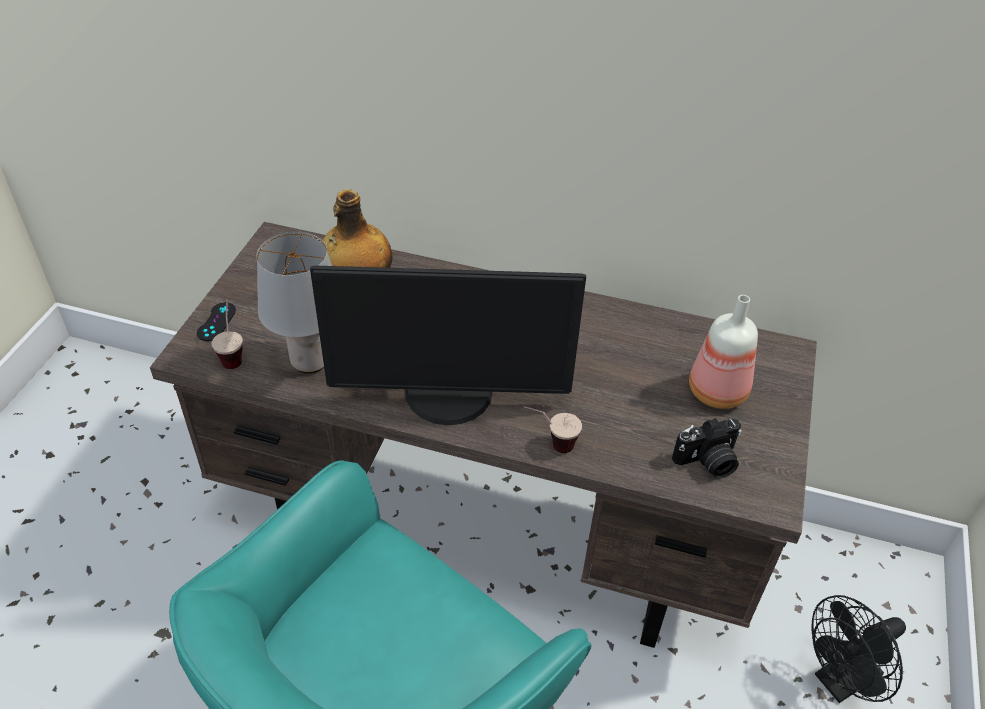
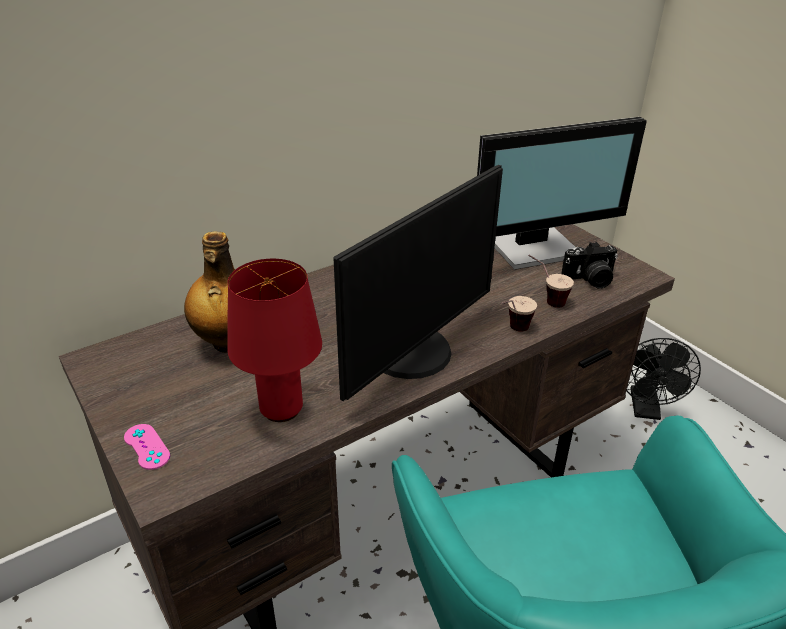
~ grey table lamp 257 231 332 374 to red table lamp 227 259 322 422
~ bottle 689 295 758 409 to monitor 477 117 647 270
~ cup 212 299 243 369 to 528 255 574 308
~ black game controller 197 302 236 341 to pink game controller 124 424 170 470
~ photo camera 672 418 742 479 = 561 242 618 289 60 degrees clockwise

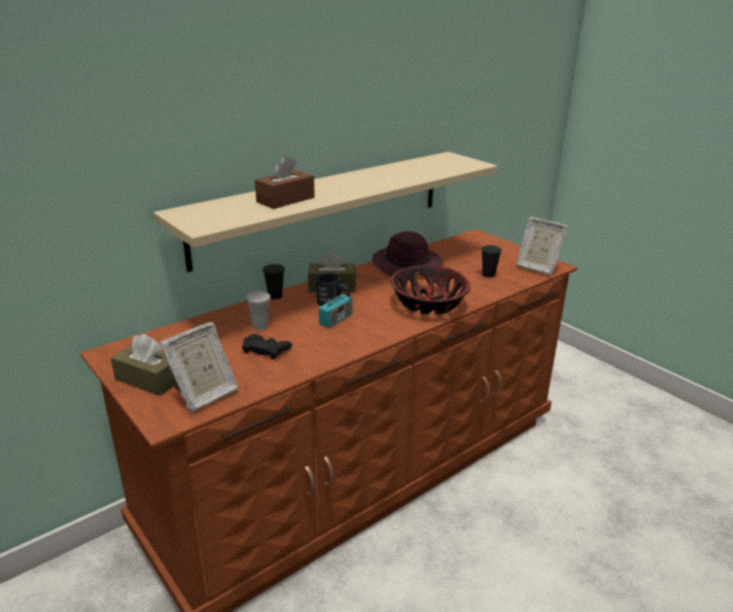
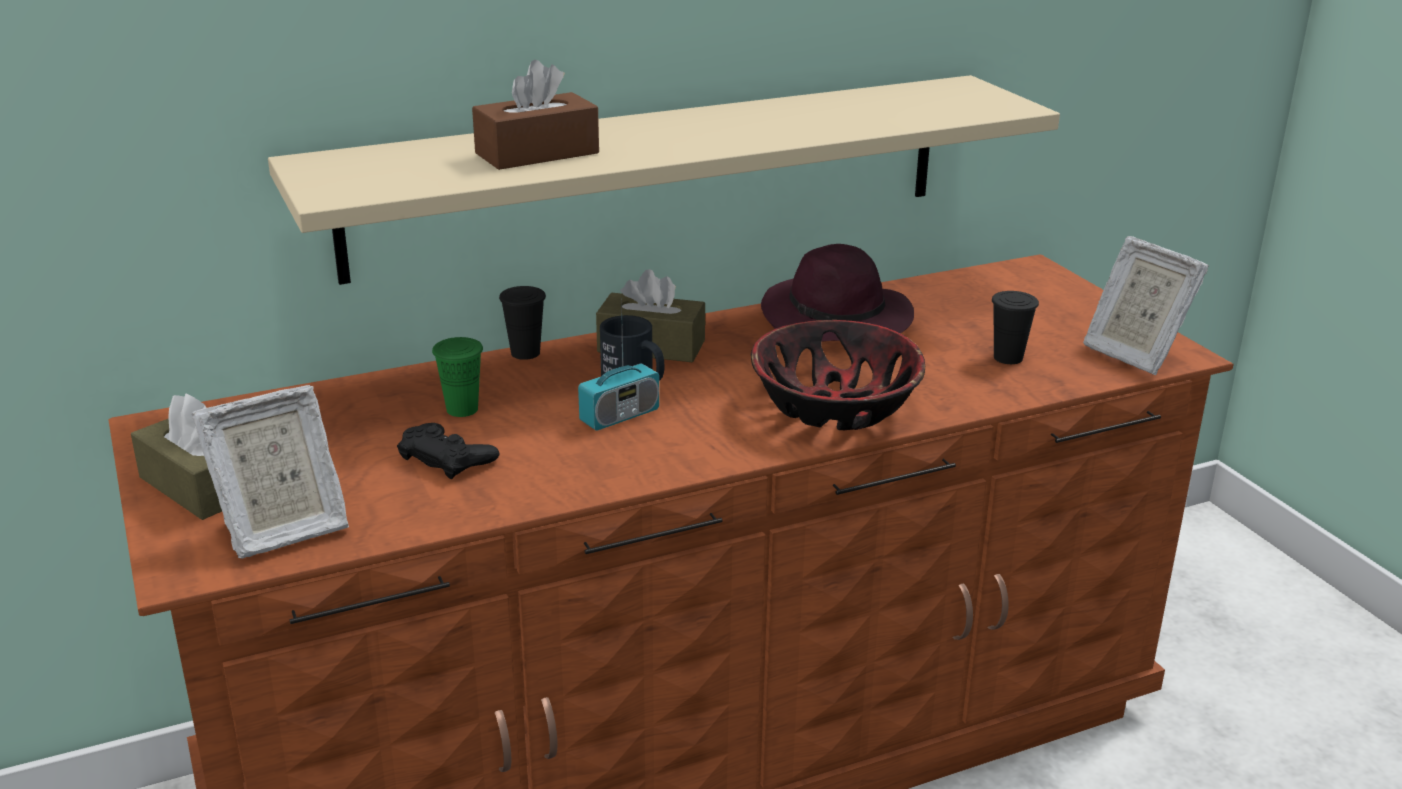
~ white cup 246 291 270 330 to green cup 432 337 483 417

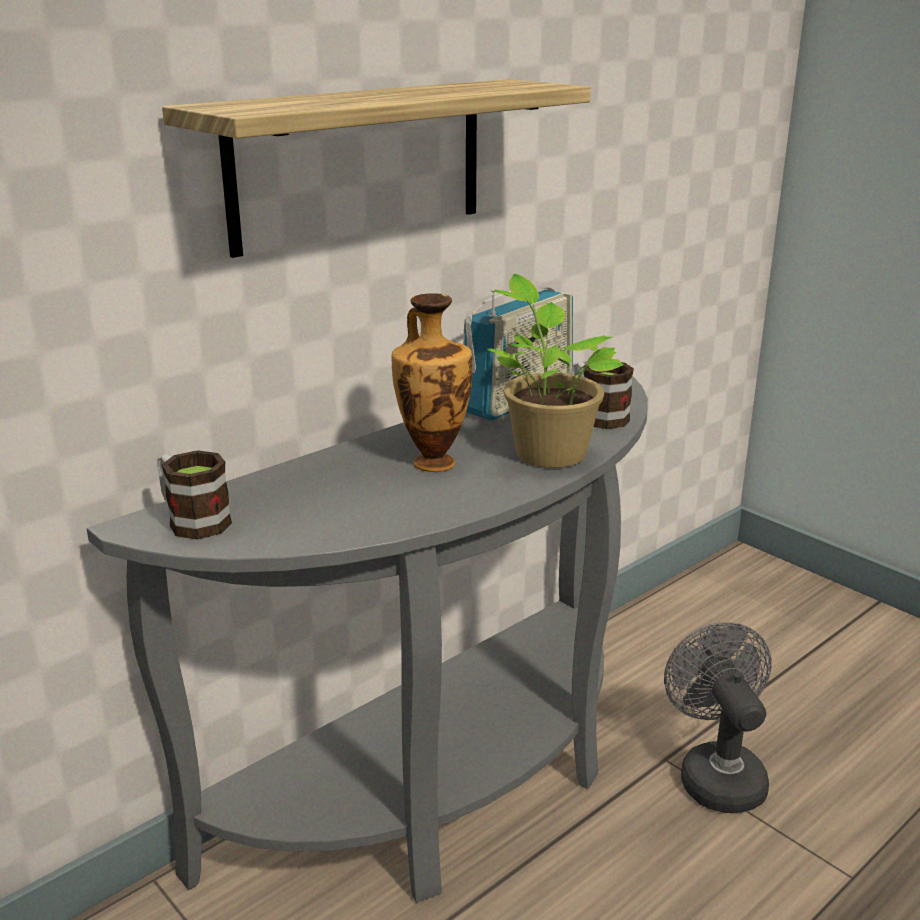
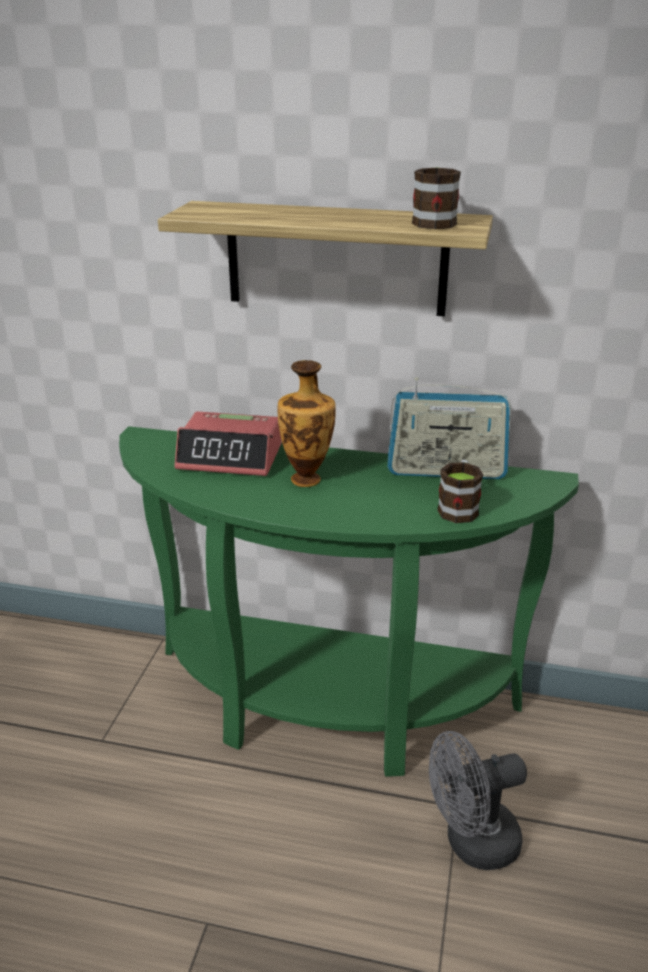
- potted plant 487 274 624 468
~ grey console table 87 361 648 903 to green console table 119 426 579 777
~ mug 157 450 232 540 to 412 168 461 229
~ grey fan 664 622 772 813 = 429 731 527 870 150 degrees counterclockwise
+ alarm clock 175 411 282 476

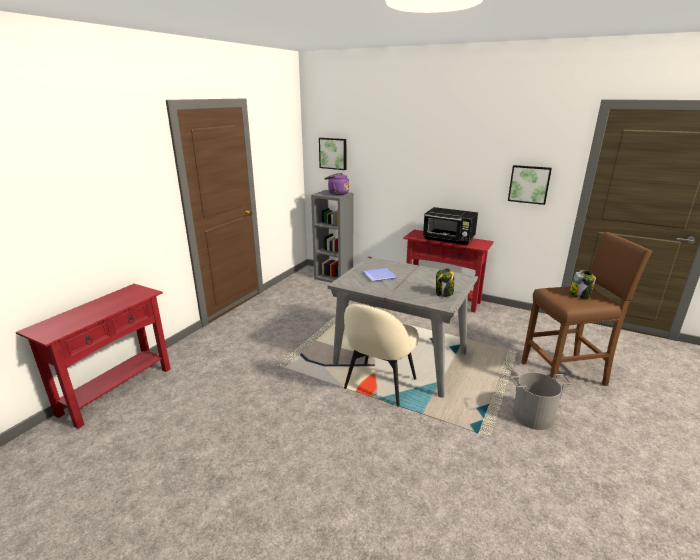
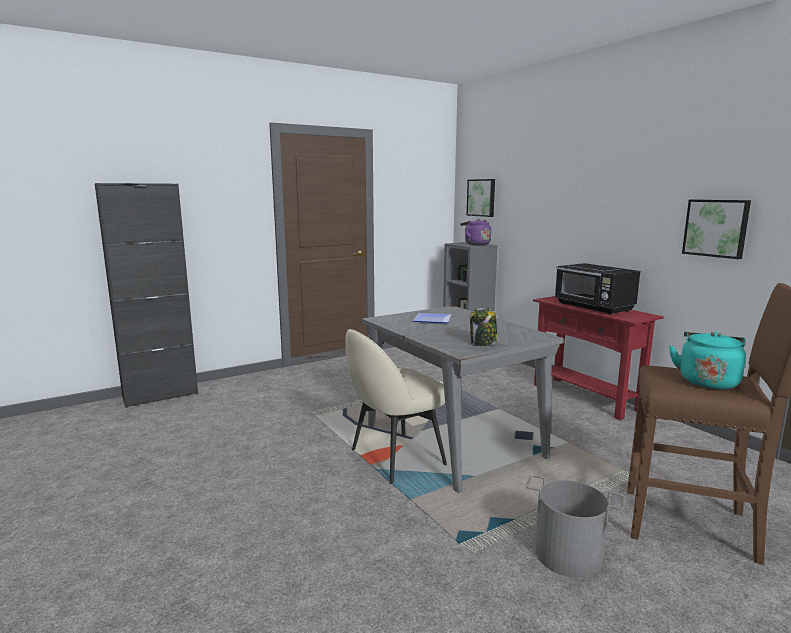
~ jar 569 270 596 299 to turquoise kettle 669 332 746 389
~ red console table 16 284 171 429 to black cabinet 95 183 198 408

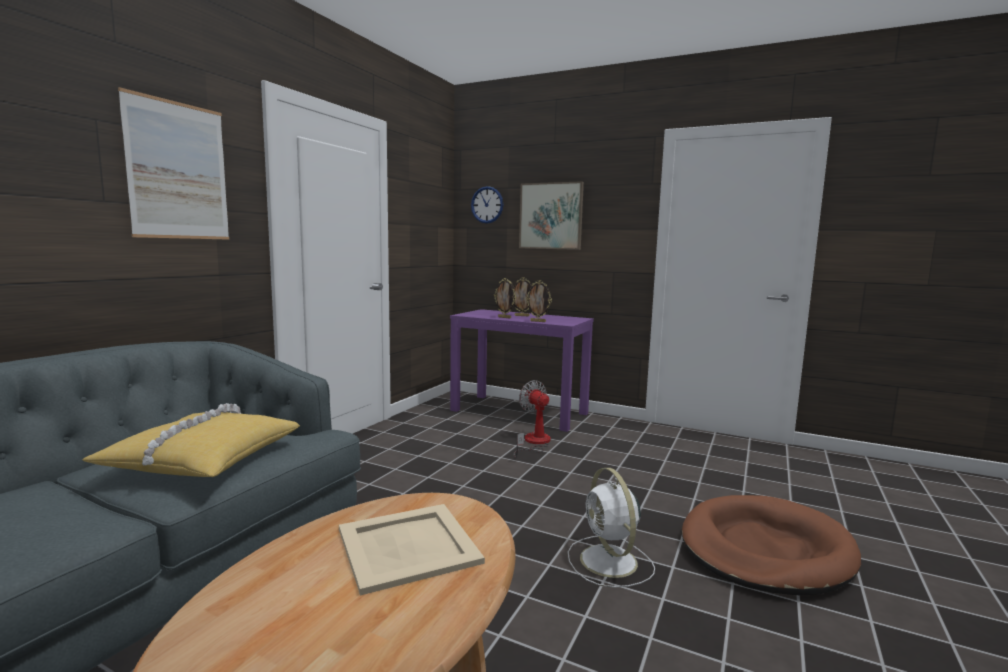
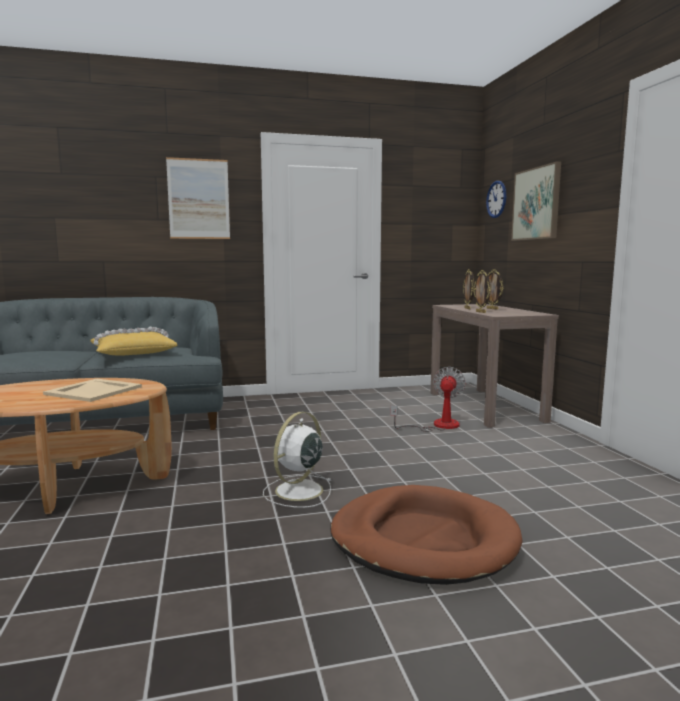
~ purple console table 450 309 594 432 to brown console table 431 304 559 428

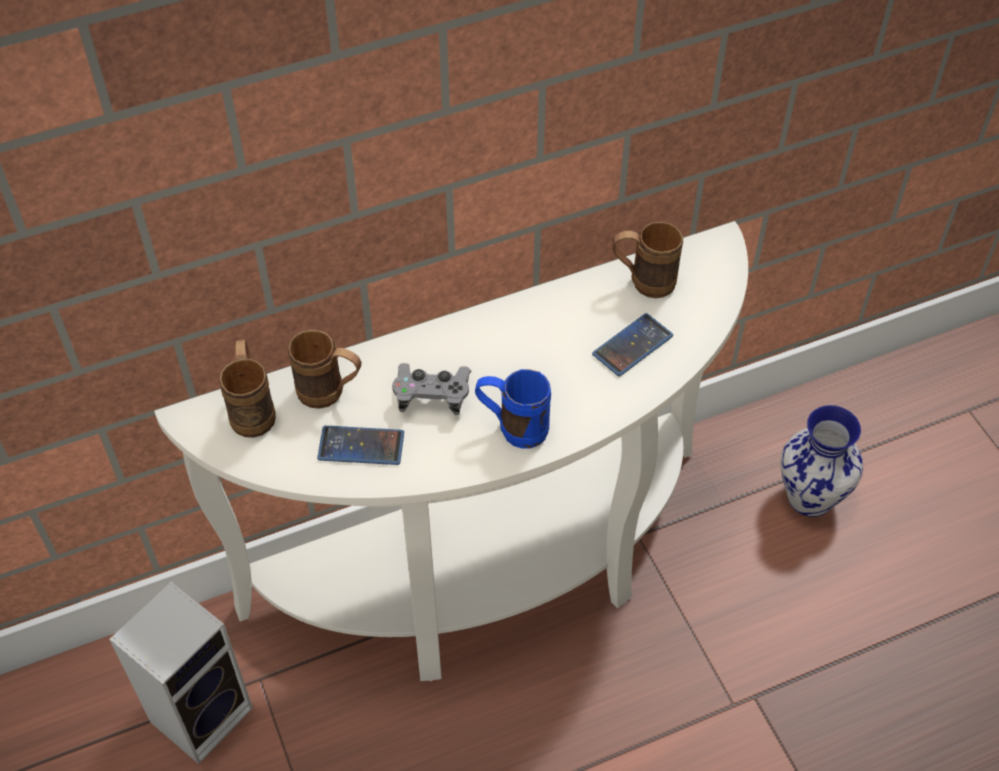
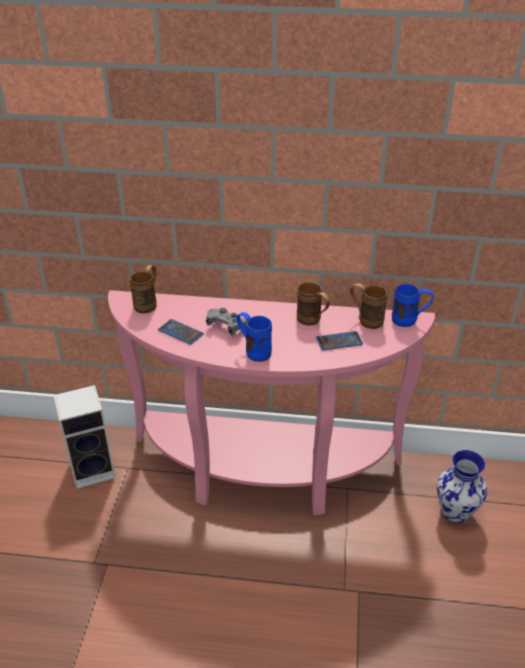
~ white console table 154 221 748 681 to pink console table 108 290 435 515
~ brown mug 288 330 361 409 to 297 282 330 326
+ blue mug 392 284 434 327

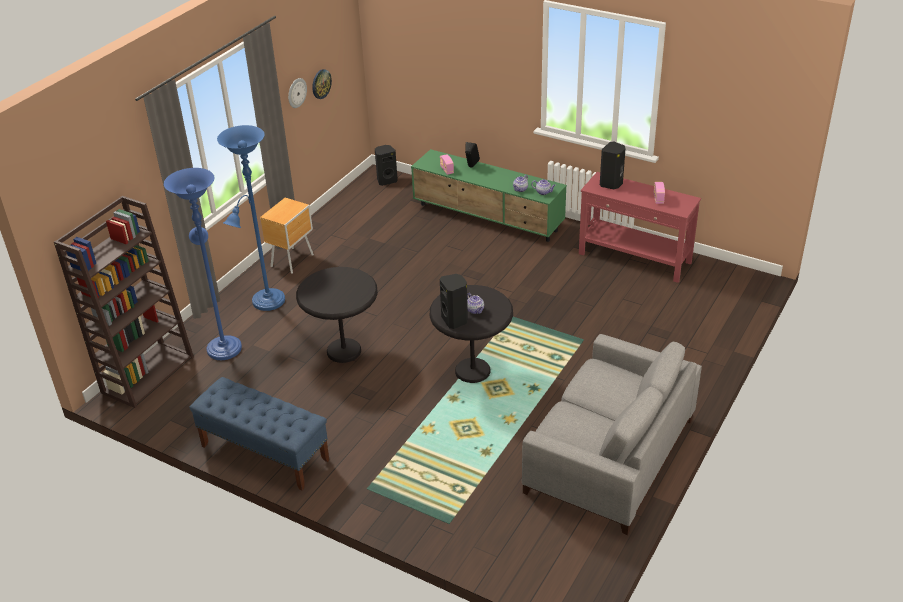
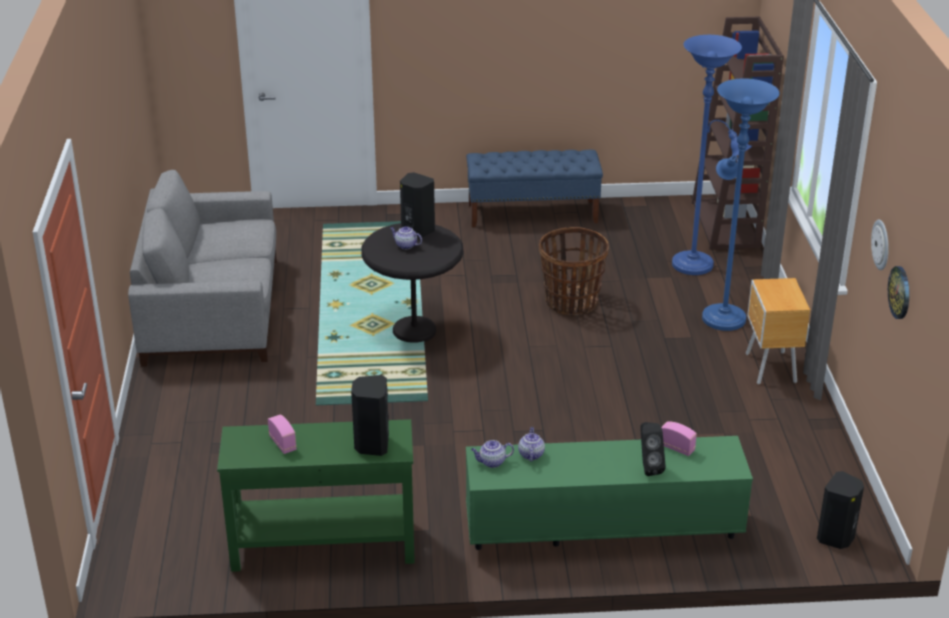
~ red console table 579 172 701 283 to green console table 217 419 415 572
~ black side table 296 267 378 363 to basket 539 227 609 315

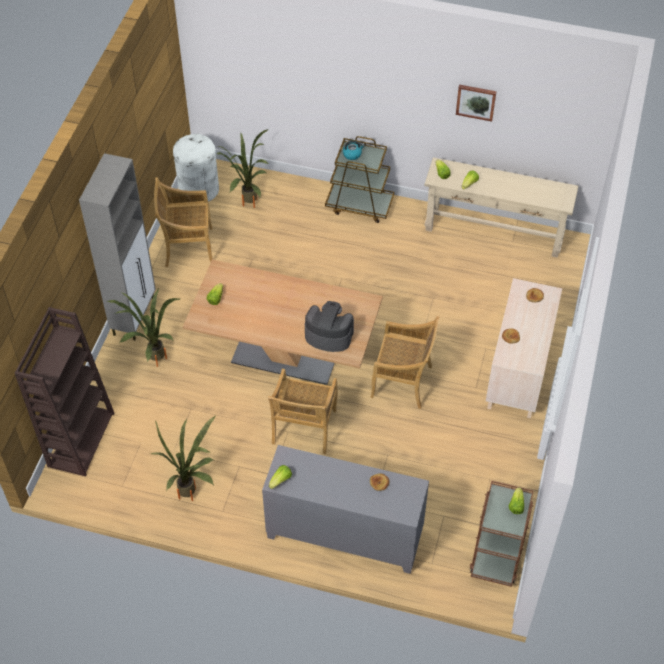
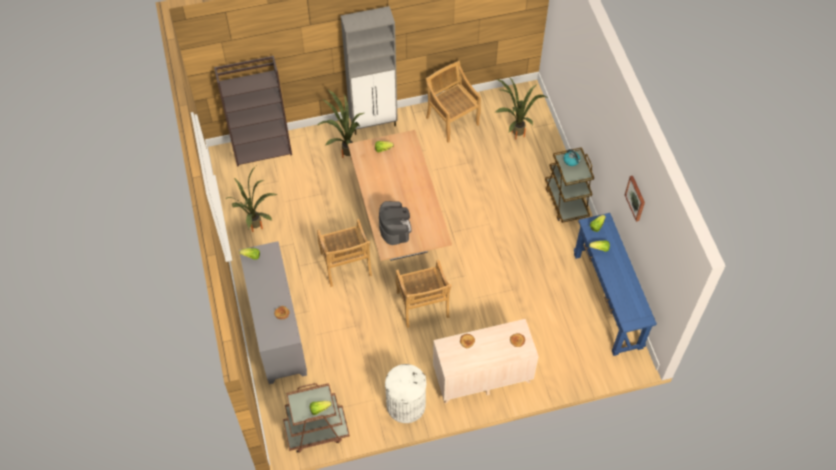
~ white trash can 173 133 219 202 to 385 364 426 423
~ beige console table 424 157 579 258 to blue console table 574 213 657 356
~ beige chair 268 369 338 454 = 317 219 372 287 90 degrees counterclockwise

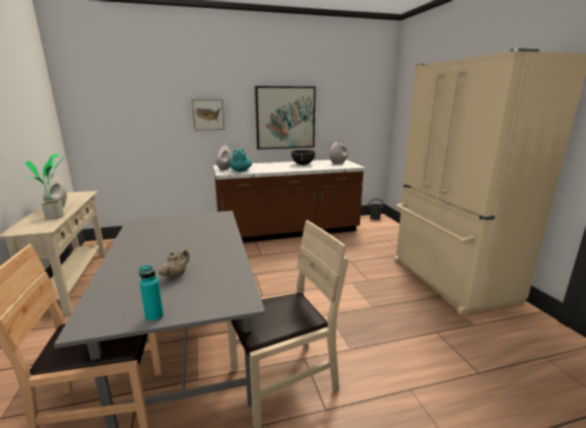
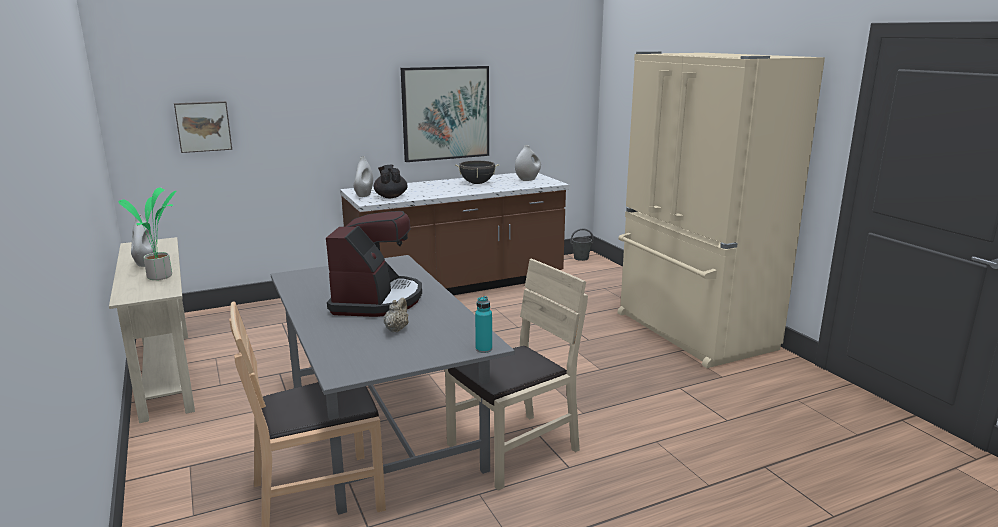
~ picture 192 100 224 130 to 174 101 232 153
~ turquoise teapot 229 149 252 172 to black teapot 374 165 408 198
~ turquoise bottle 139 265 164 322 to 475 296 492 353
+ coffee machine 326 211 422 317

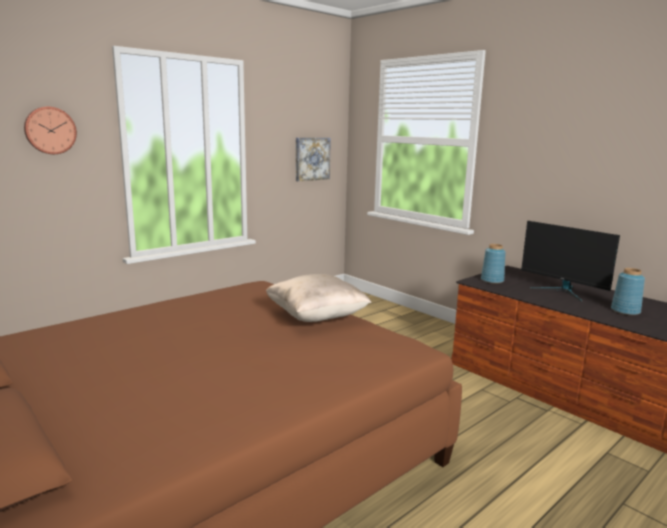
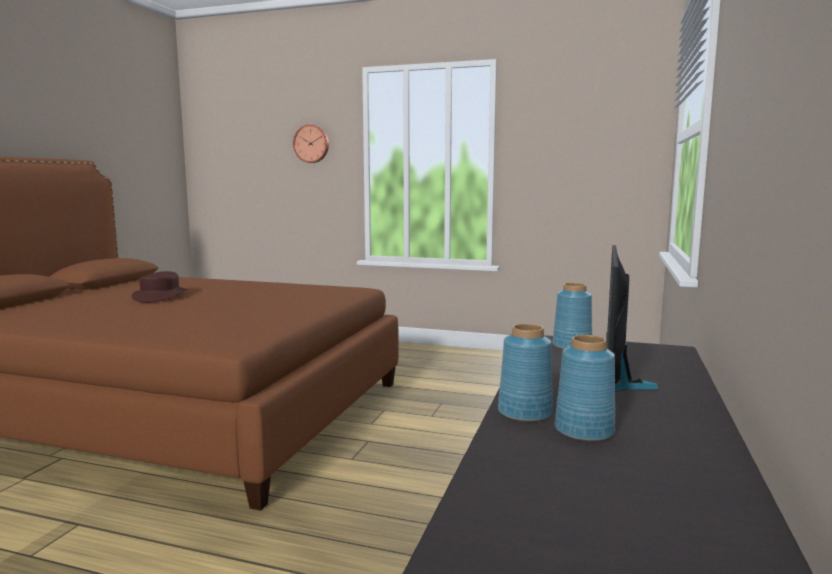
- picture 296 138 331 181
- beige pillow 266 274 372 322
+ brown hat 132 271 188 303
+ blue vase 498 324 553 422

